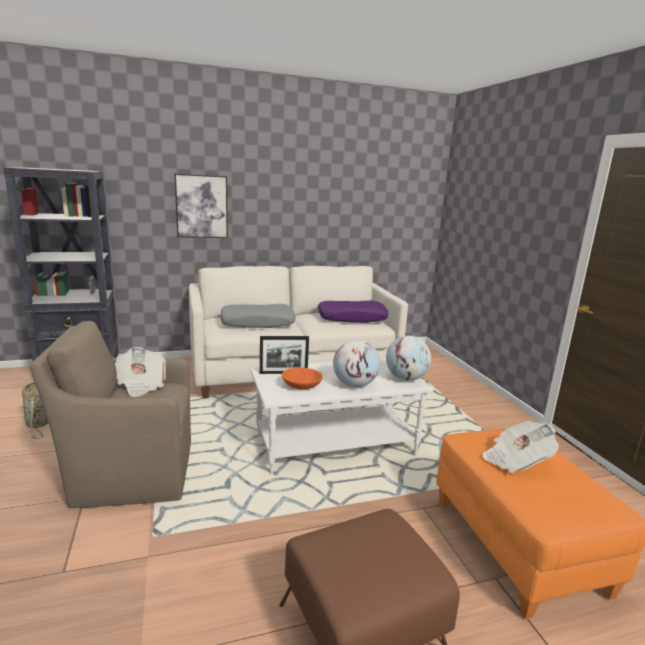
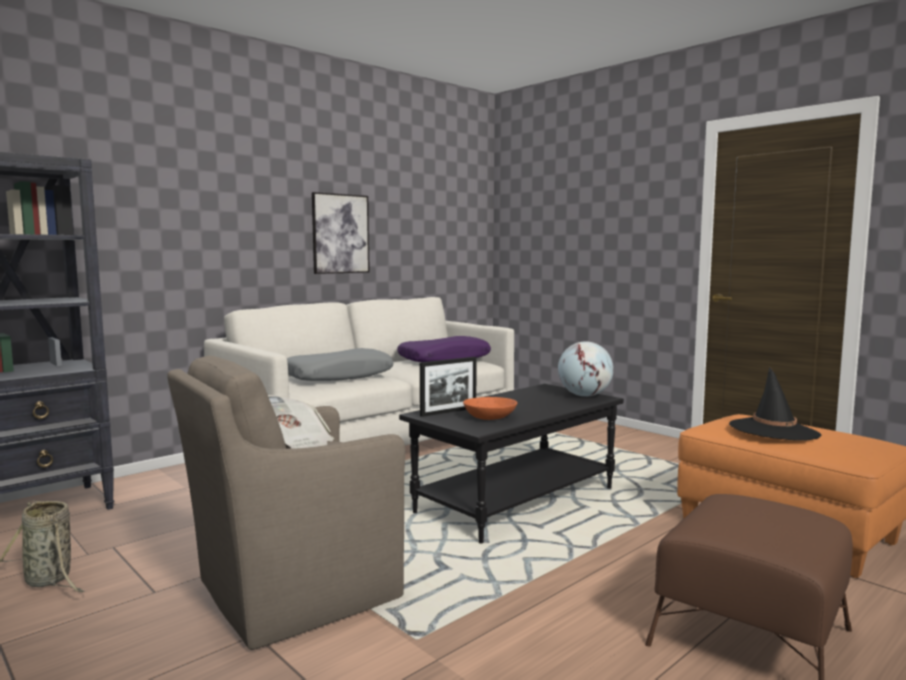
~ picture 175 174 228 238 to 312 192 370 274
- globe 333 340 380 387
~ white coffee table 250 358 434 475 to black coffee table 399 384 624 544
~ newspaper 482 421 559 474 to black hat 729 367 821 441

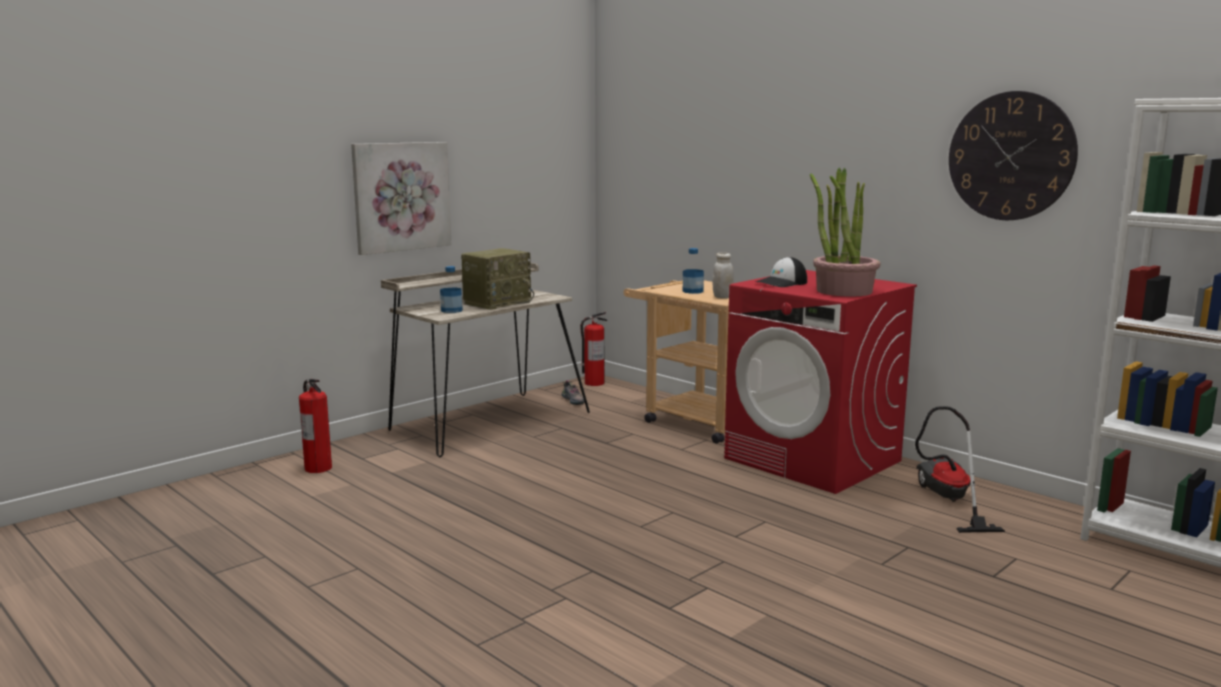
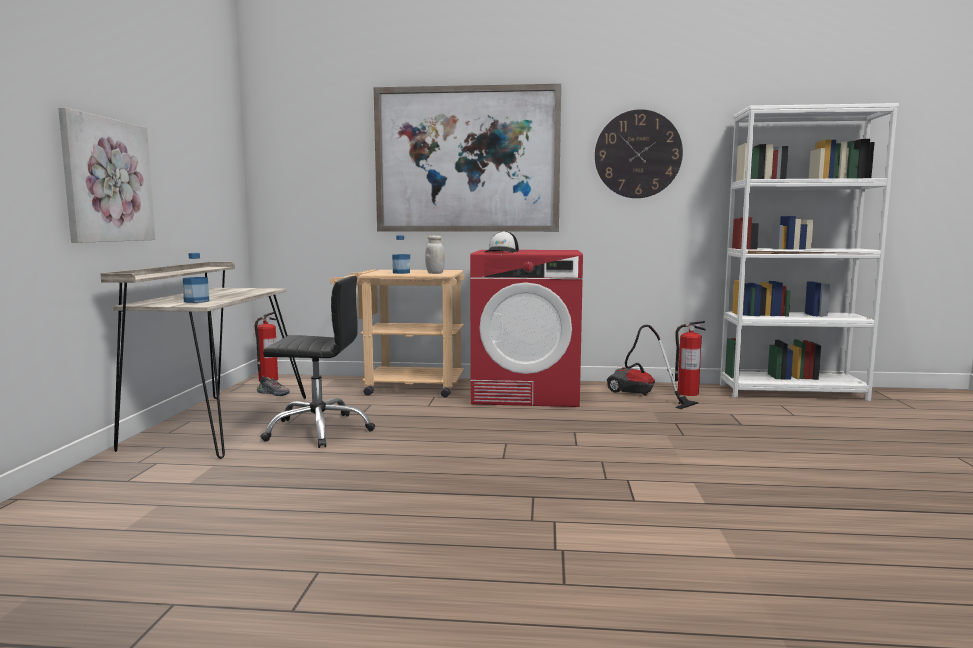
- potted plant 810 167 880 297
- radio 461 248 534 310
~ fire extinguisher 299 379 332 473 to 675 321 706 396
+ picture 374 84 561 232
+ black office chair 260 276 375 448

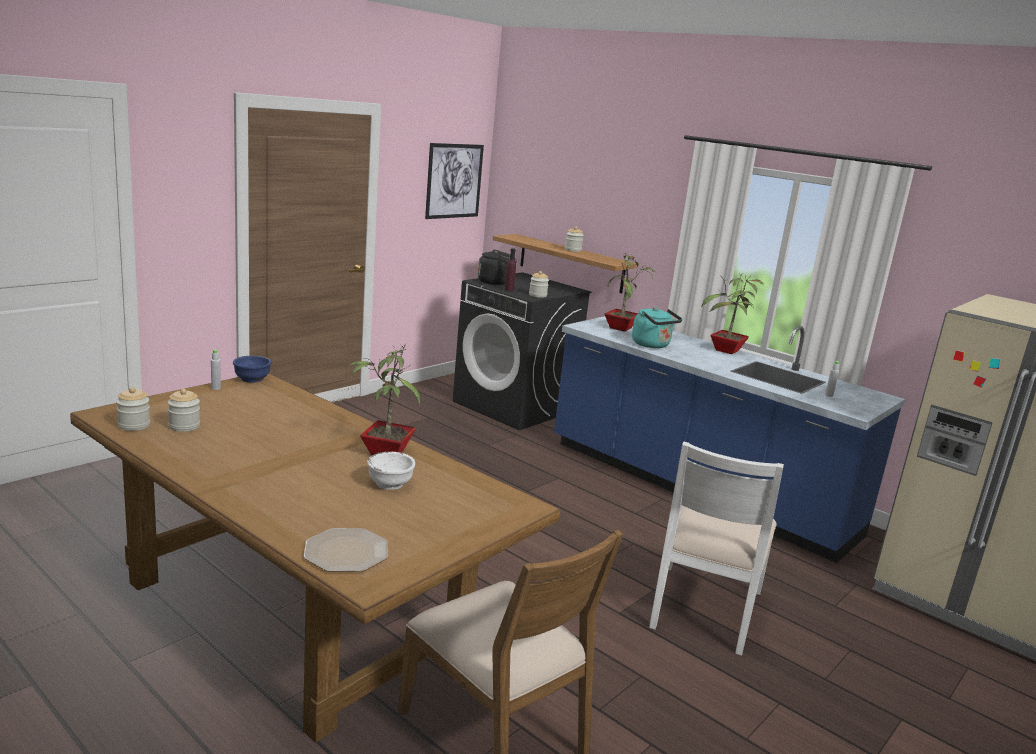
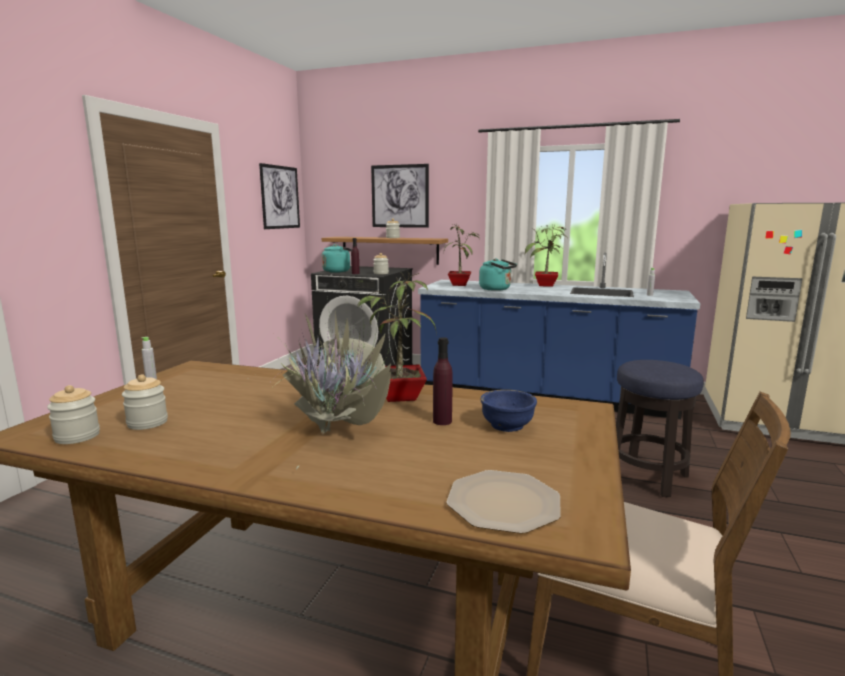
~ black kettle 478 249 517 285 to turquoise kettle 322 244 352 273
~ blue bowl 233 356 271 383 to 481 389 537 432
~ white chair 649 441 784 656 to stool 616 360 704 497
~ white bowl 368 452 415 490 to purple bottle 433 337 453 425
+ picture 371 164 429 228
+ potted plant 247 299 404 470

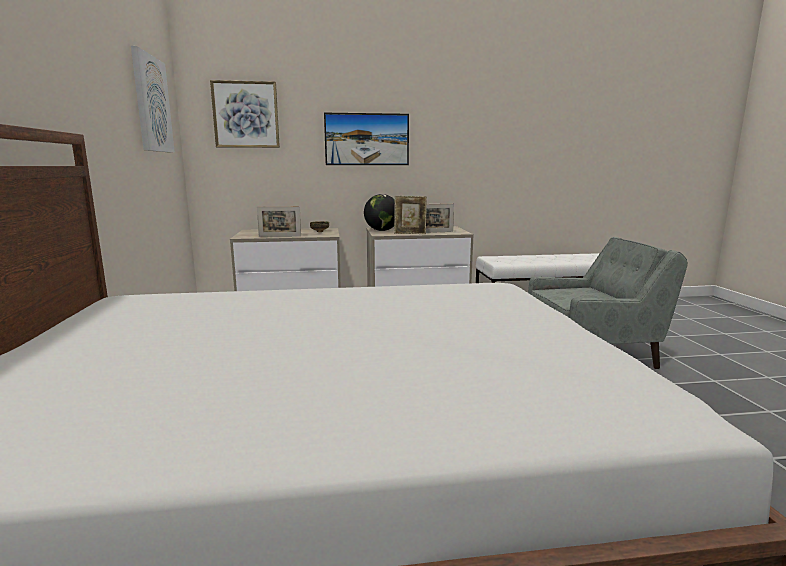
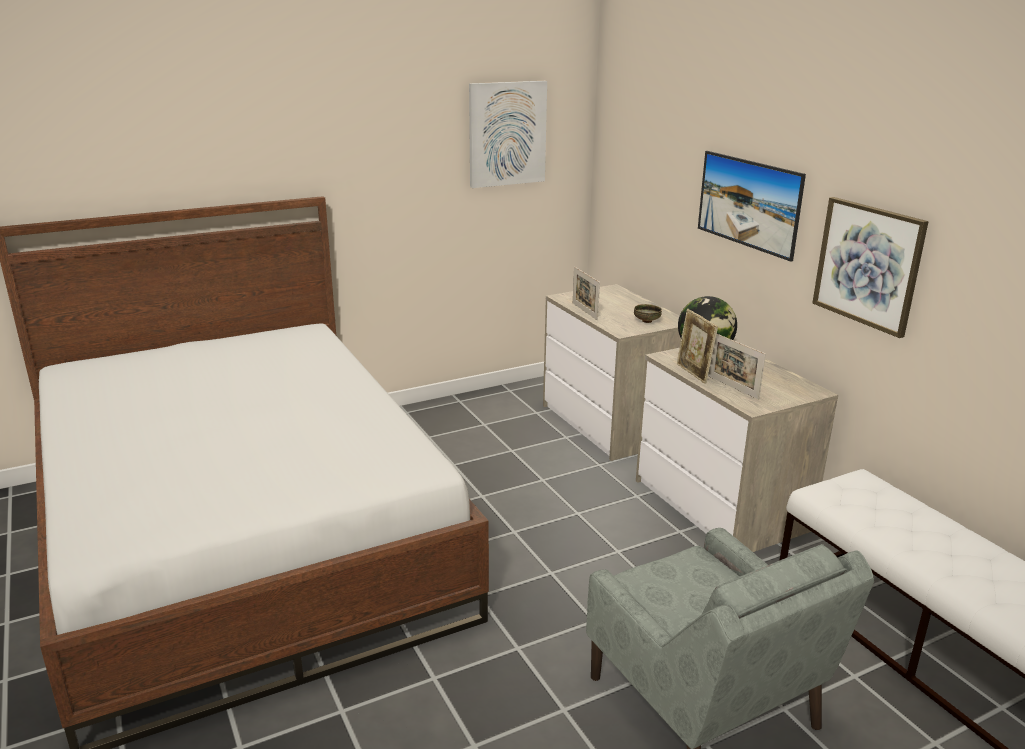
~ picture 210 80 280 148 to 812 197 929 338

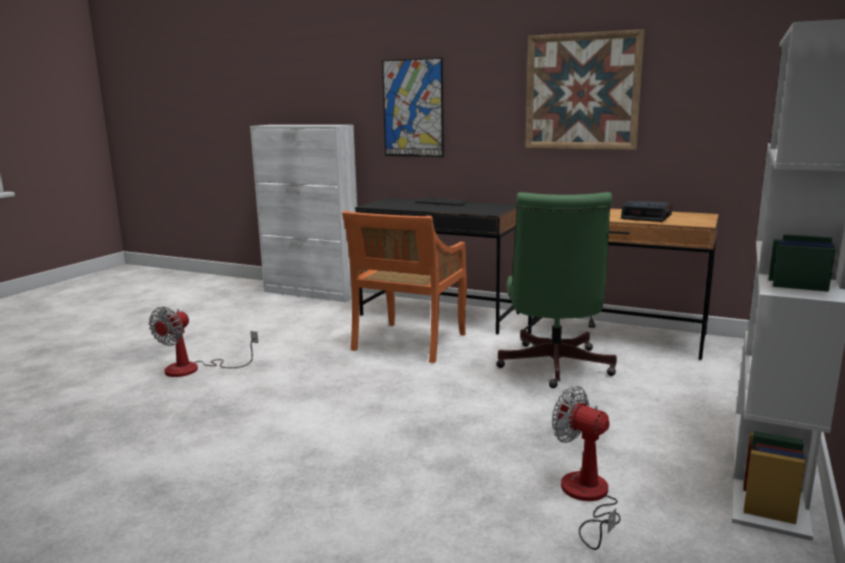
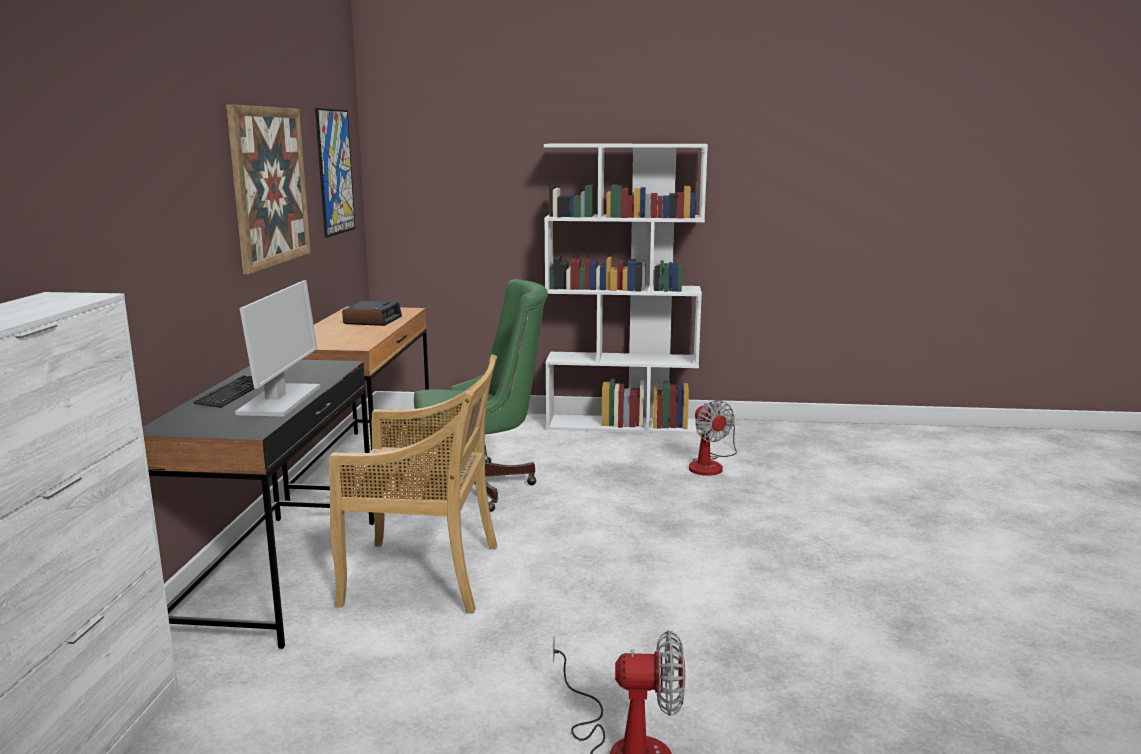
~ picture 382 58 444 157 to 315 108 355 238
~ orange chair 342 211 467 363 to beige chair 329 355 497 613
~ fan 552 386 621 550 = 689 400 737 476 45 degrees counterclockwise
+ monitor 235 280 320 417

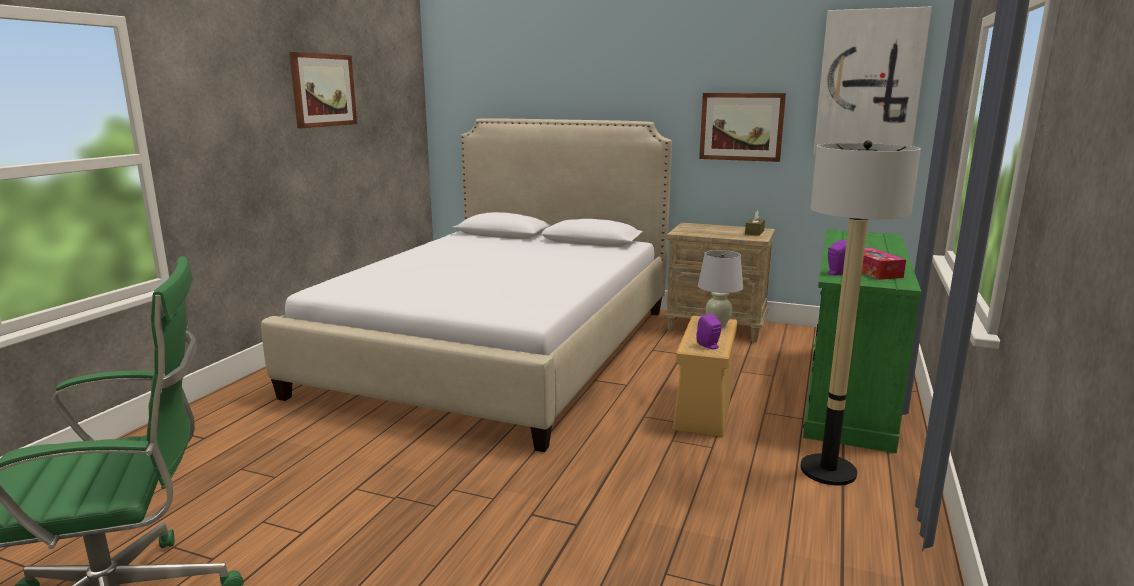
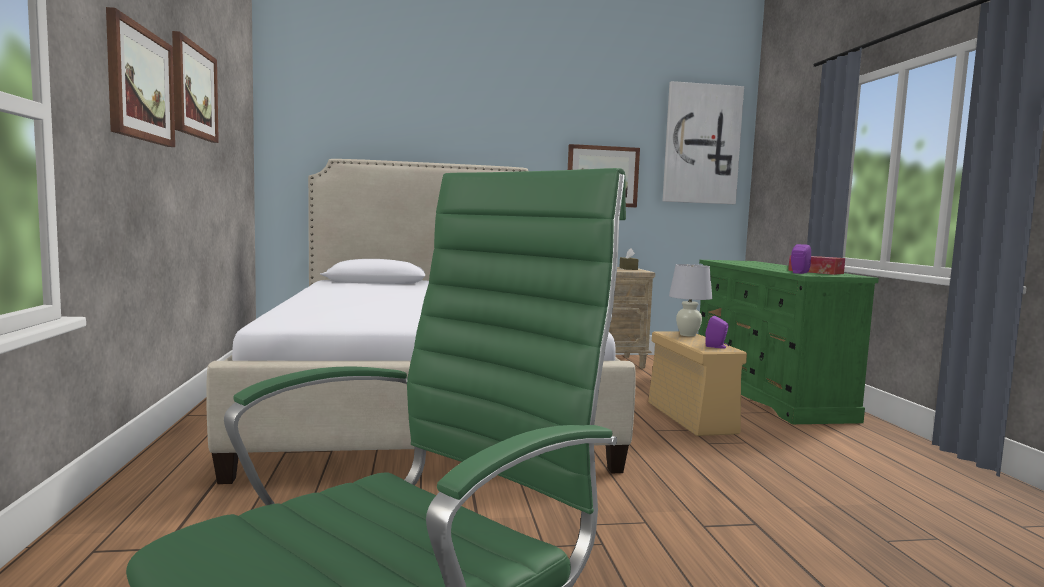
- floor lamp 800 140 921 486
+ picture 106 7 175 147

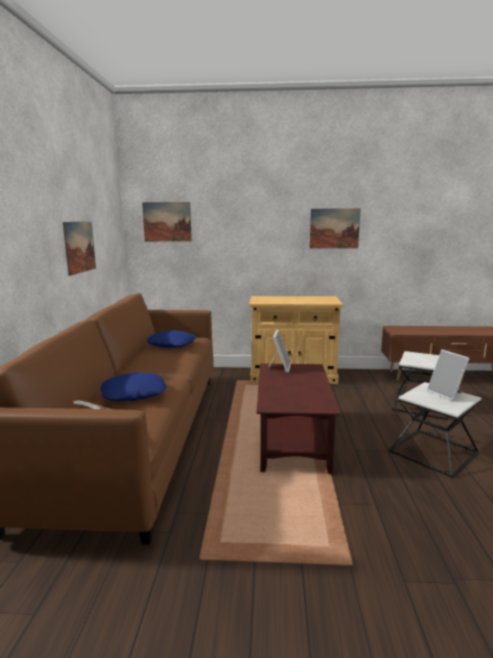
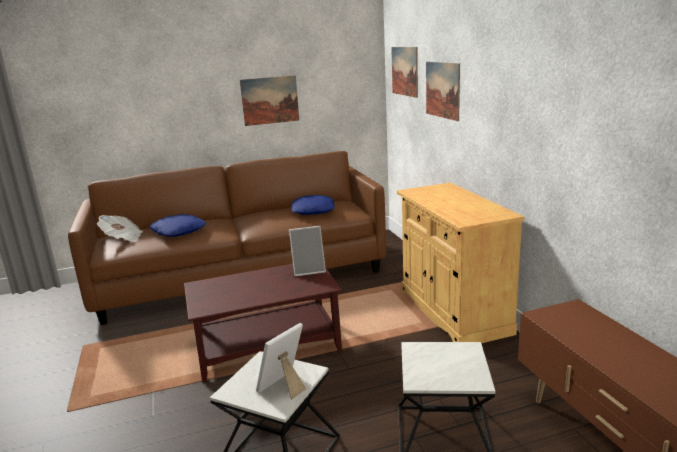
~ picture 310 208 361 249 to 426 62 460 121

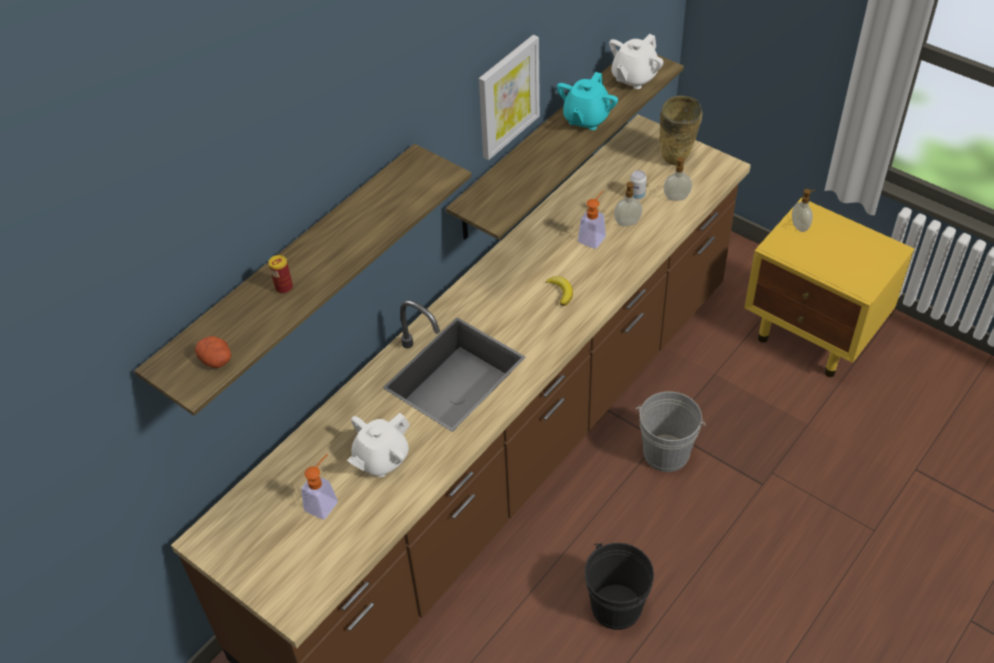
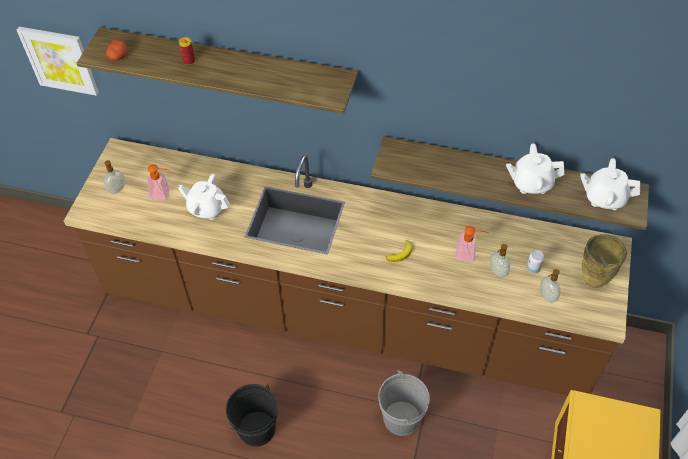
~ picture 479 35 540 160 to 17 26 99 96
~ turquoise teapot 557 72 618 130 to white teapot 506 143 565 194
~ soap dispenser 792 189 815 232 to 104 160 125 194

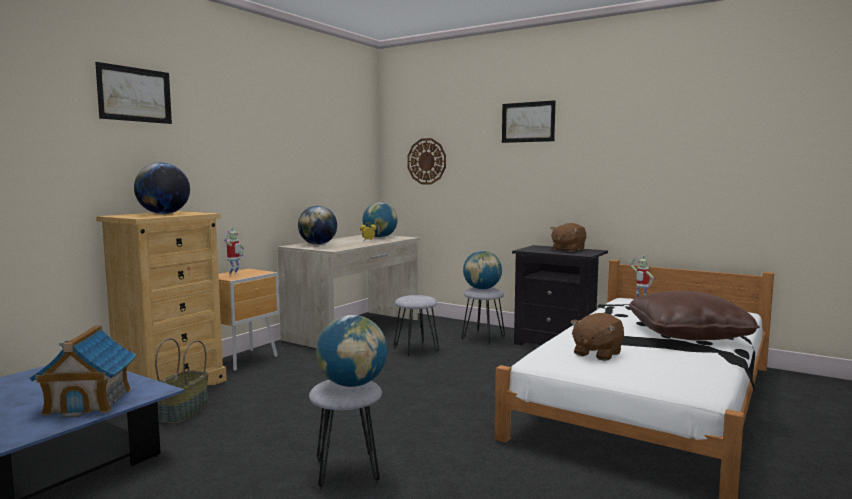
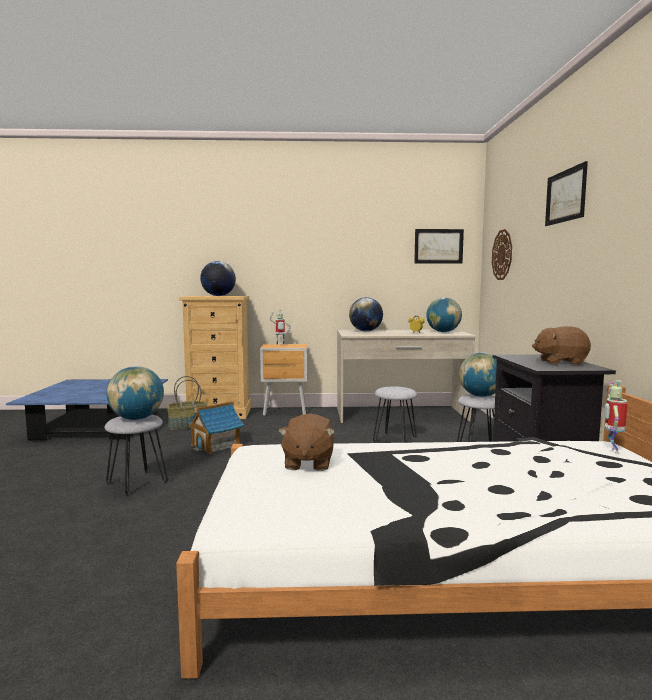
~ picture 95 62 172 124 to 414 229 464 264
- brown pillow 629 291 760 340
~ brown plush toy 570 313 624 361 = 278 413 335 471 90 degrees counterclockwise
~ toy house 30 325 136 418 to 188 401 244 454

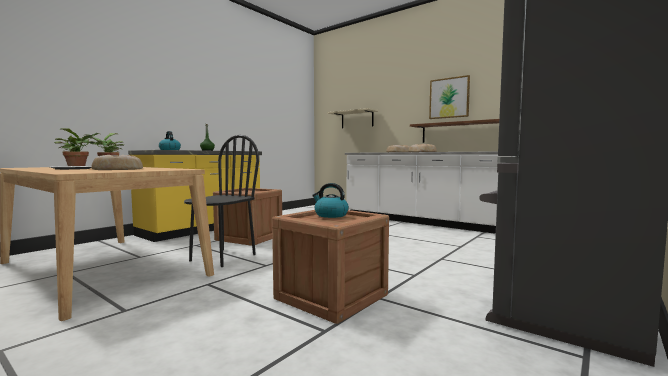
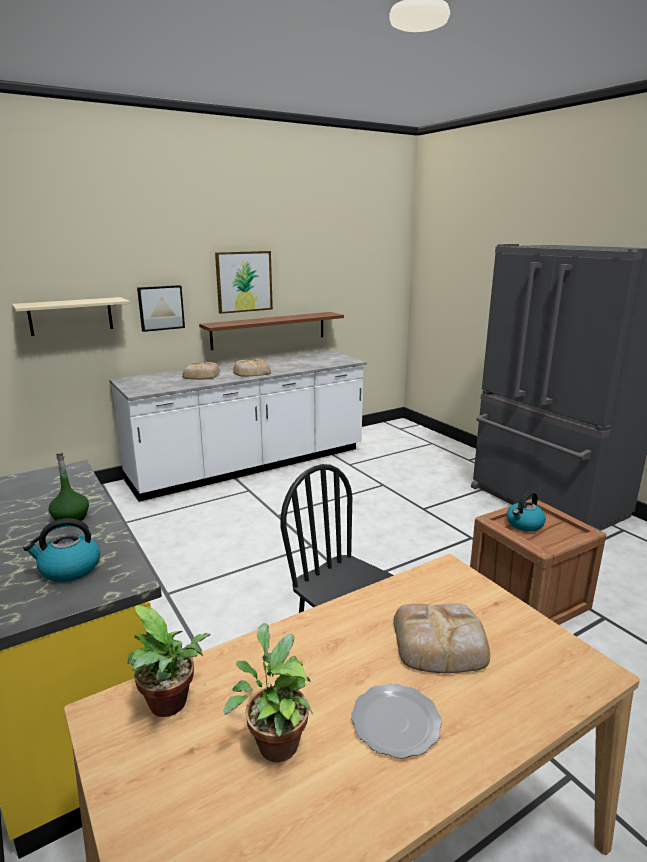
- crate 213 188 282 246
+ picture 137 285 185 332

